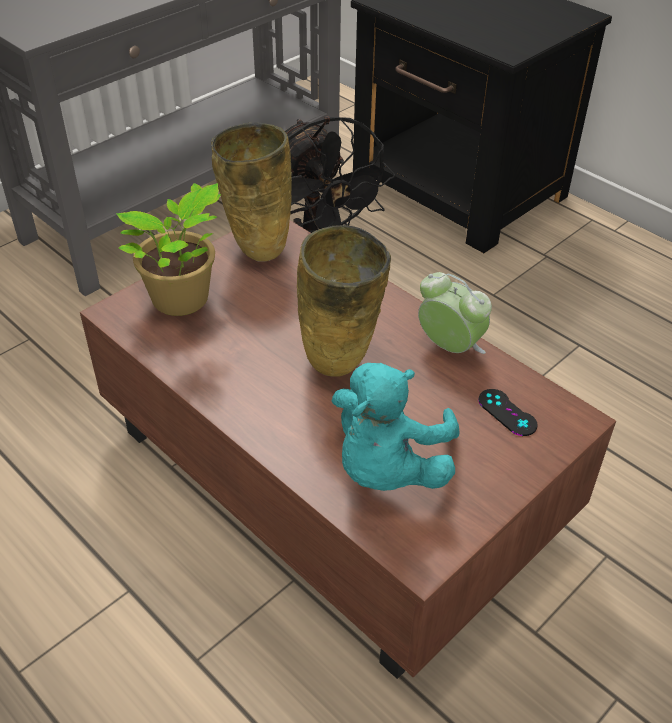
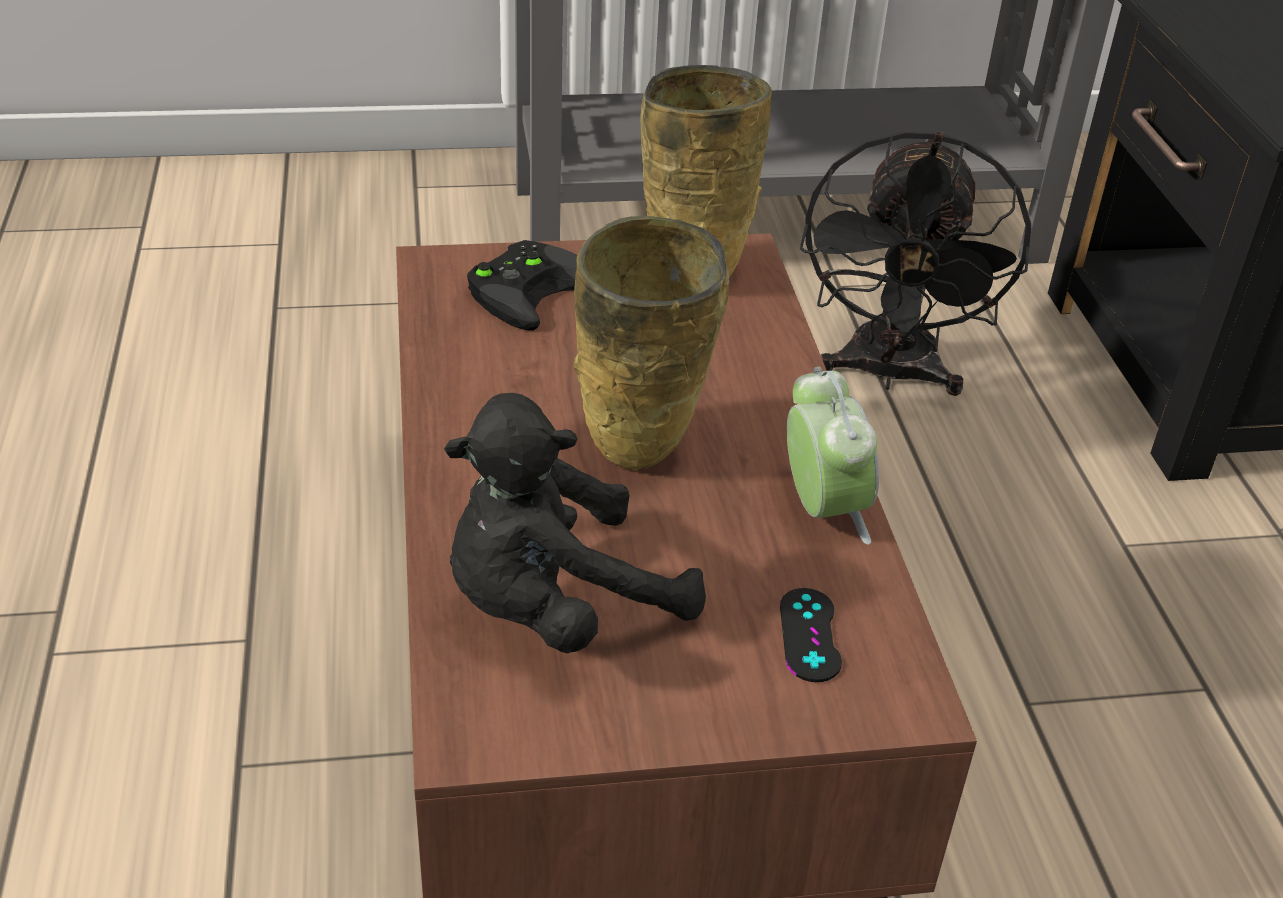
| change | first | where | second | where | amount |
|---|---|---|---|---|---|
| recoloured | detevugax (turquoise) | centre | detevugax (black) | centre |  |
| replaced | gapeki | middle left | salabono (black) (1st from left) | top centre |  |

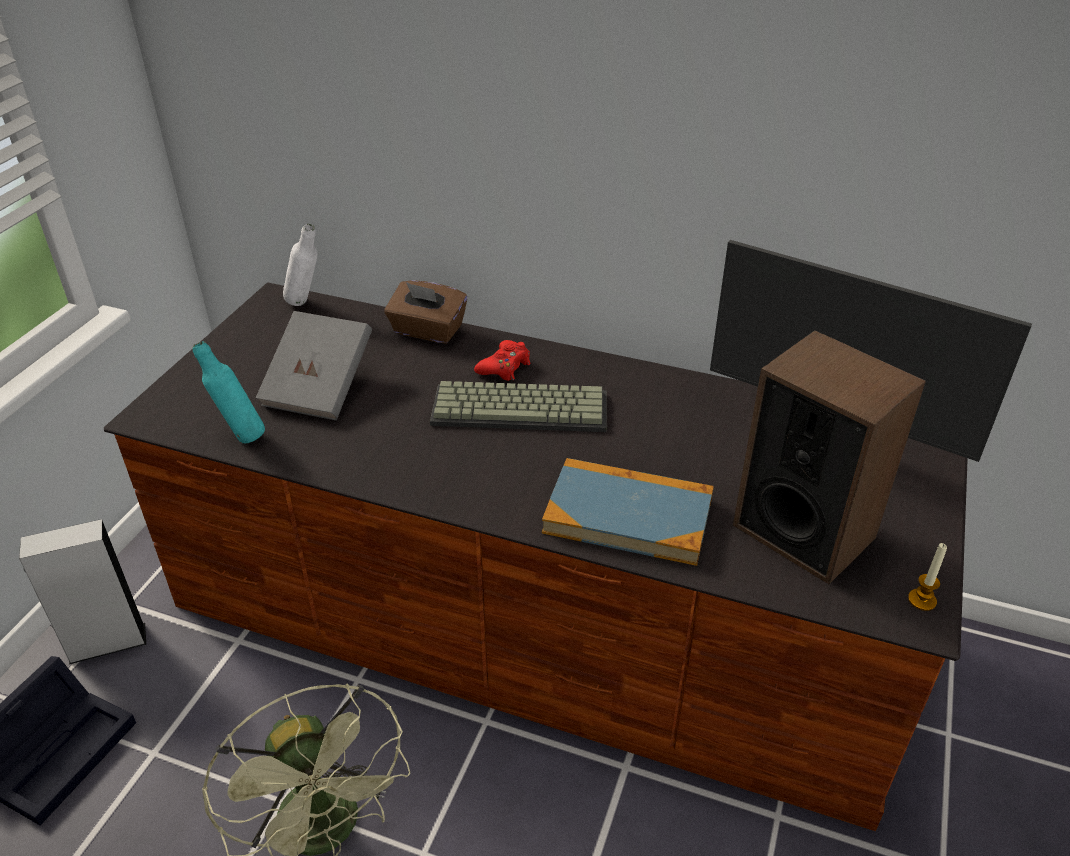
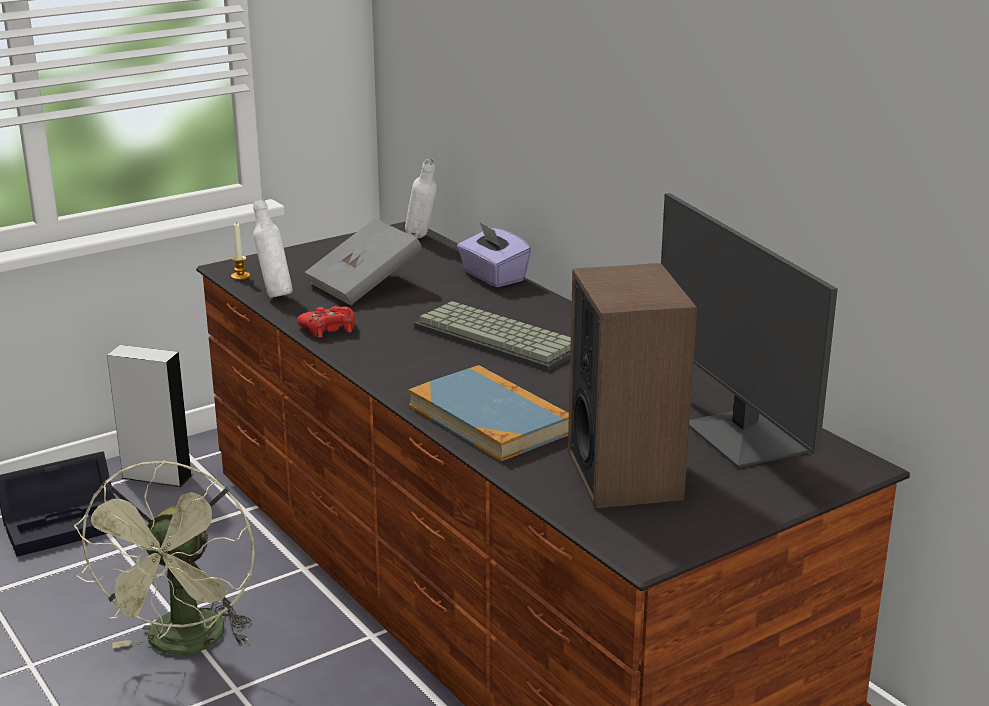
| change | first | where | second | where | amount |
|---|---|---|---|---|---|
| moved | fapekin | bottom right |  | middle left |  |
| recoloured | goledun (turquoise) | middle left | goledun (white) (1st from left) | middle left |  |
| moved | salabono (red) | centre |  | middle left |  |
| recoloured | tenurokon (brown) | centre | tenurokon (purple) | centre |  |

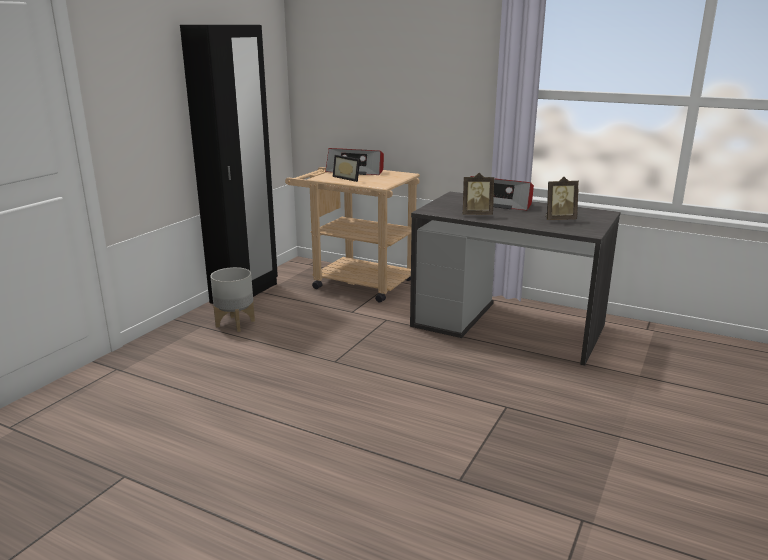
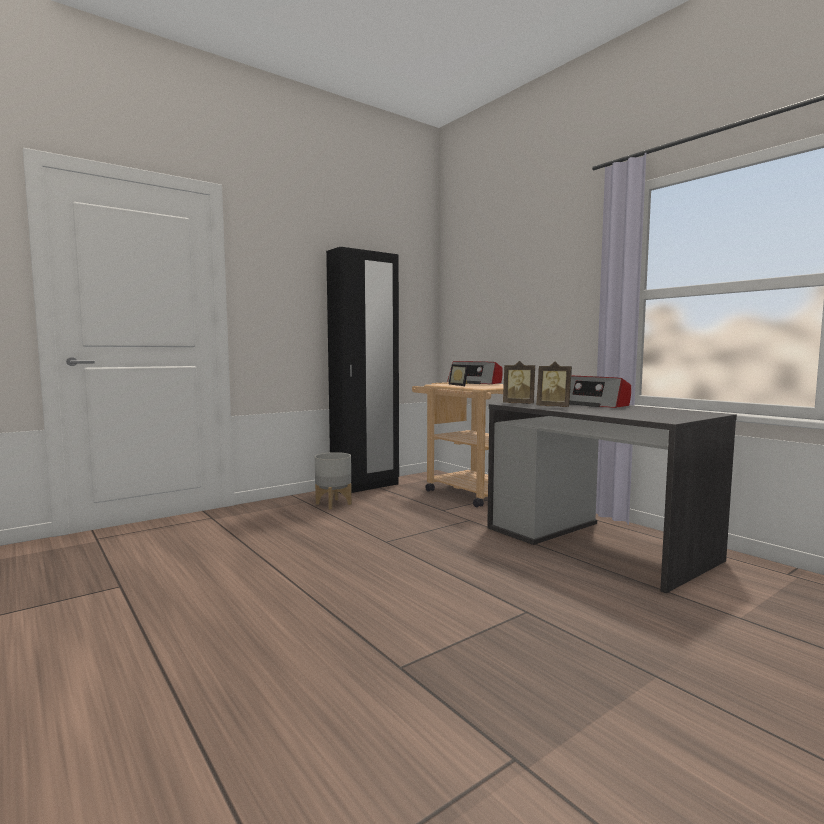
| change | first | where | second | where | amount |
|---|---|---|---|---|---|
| moved | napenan (3rd from left in the first image) | middle right | napenan (2nd from left) | centre |  |

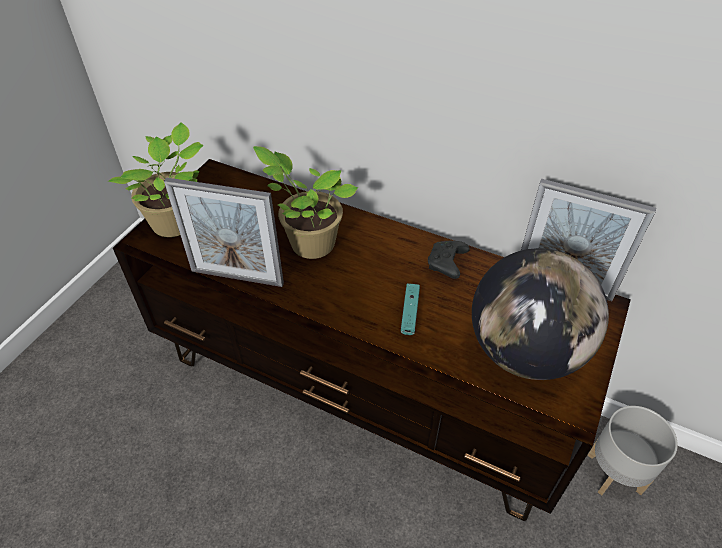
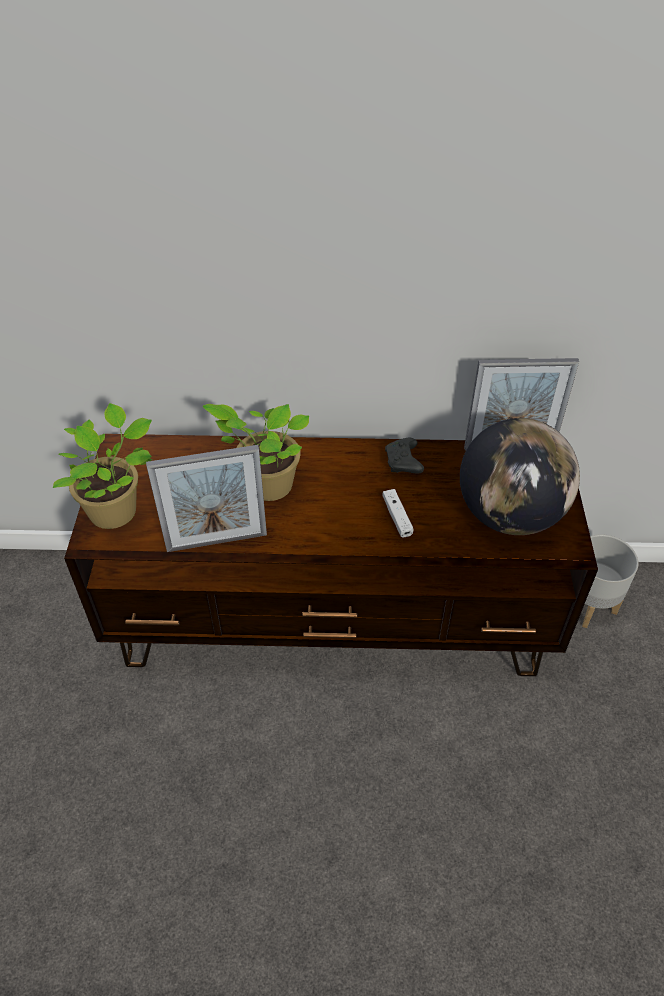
| change | first | where | second | where | amount |
|---|---|---|---|---|---|
| recoloured | salabono (turquoise) | centre | salabono (white) | centre |  |

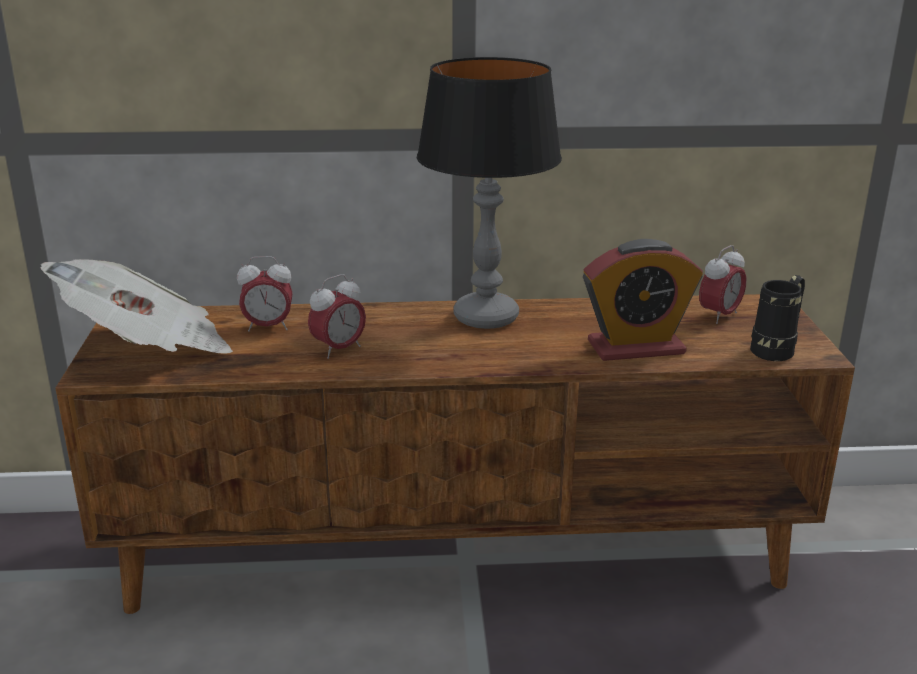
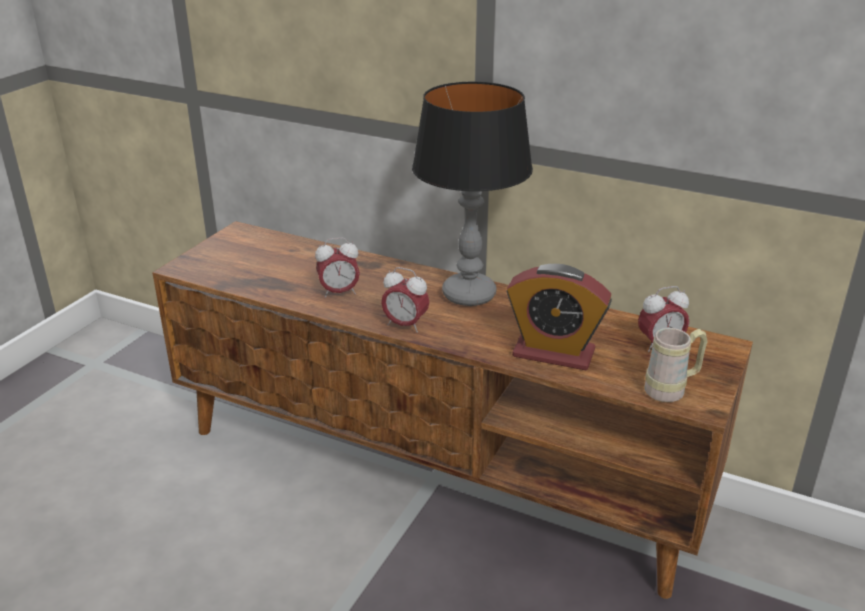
| change | first | where | second | where | amount |
|---|---|---|---|---|---|
| moved | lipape (1st from left in the first image) | middle left | lipape (2nd from left) | centre |  |
| recoloured | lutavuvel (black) | middle right | lutavuvel (beige) | middle right |  |
| removed | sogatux | middle left |  |  |  |

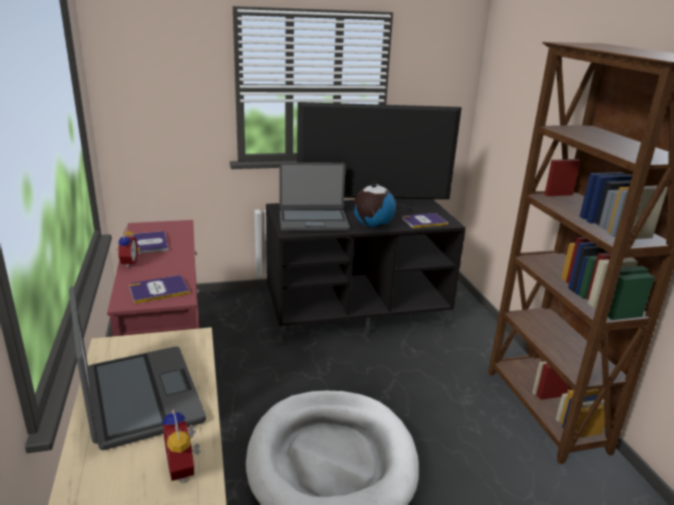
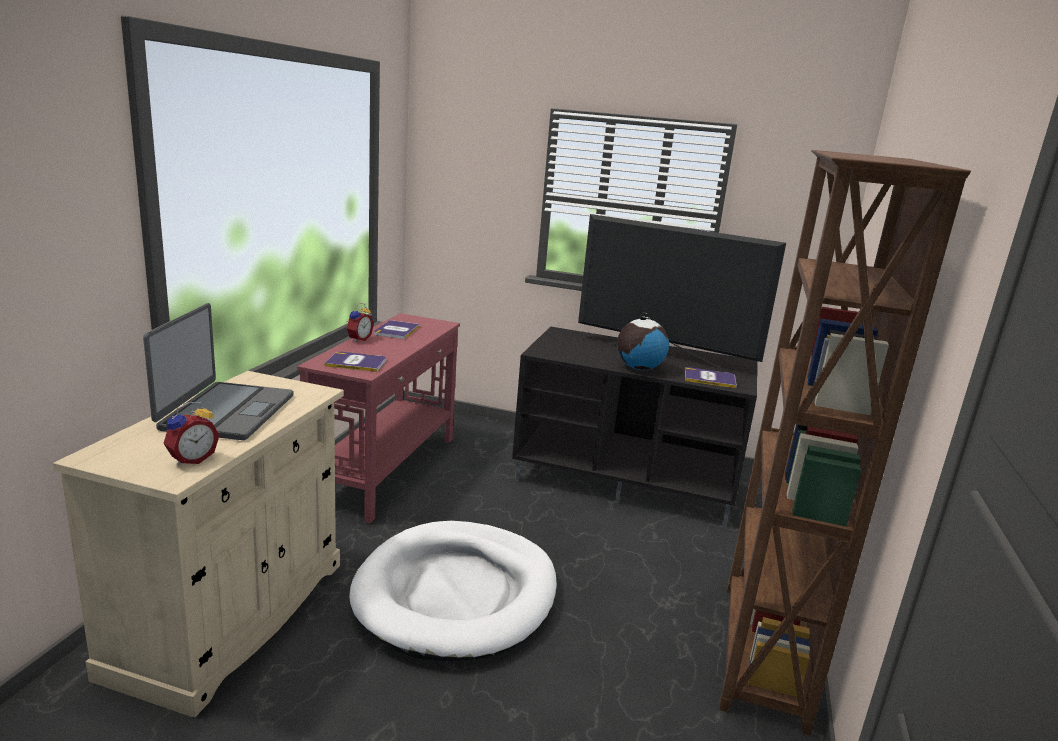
| change | first | where | second | where | amount |
|---|---|---|---|---|---|
| turned | lipape (2nd from left in the first image) | bottom left | lipape (1st from left) | middle left | 150 degrees counterclockwise |
| removed | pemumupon (2nd from left) | centre |  |  |  |

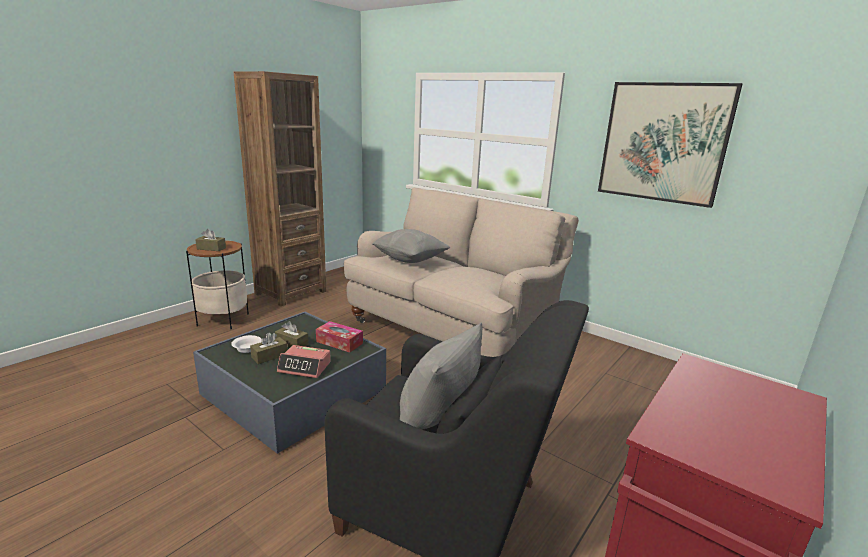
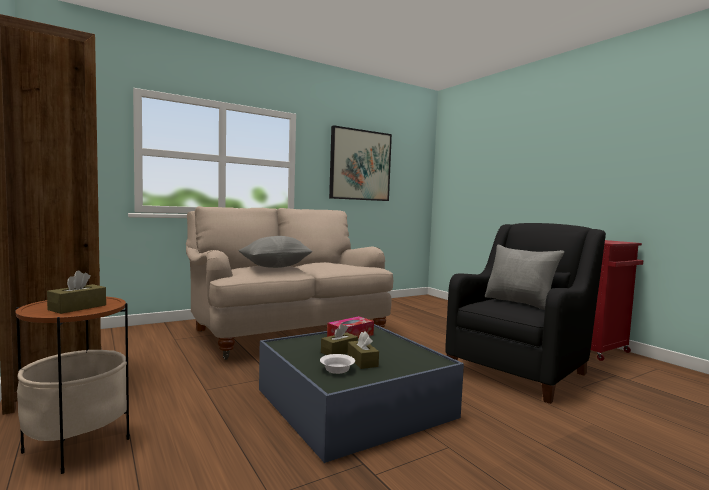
| change | first | where | second | where | amount |
|---|---|---|---|---|---|
| removed | lipape | centre |  |  |  |

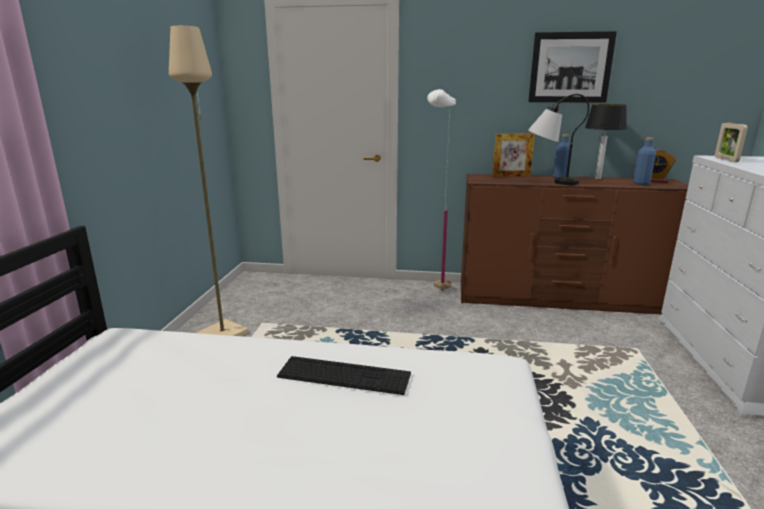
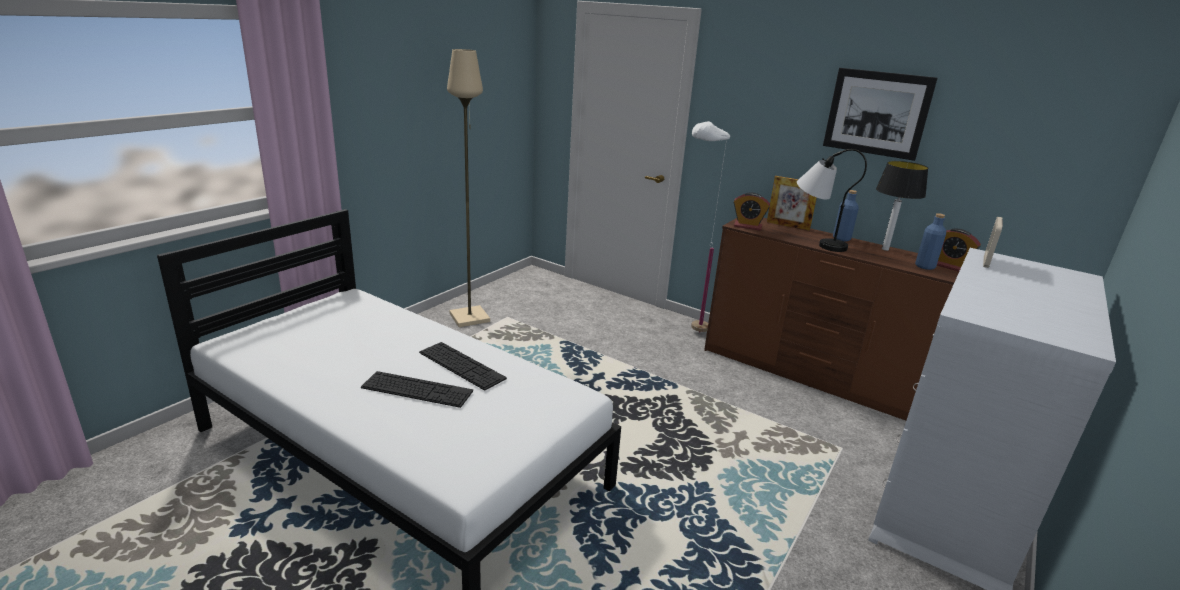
| change | first | where | second | where | amount |
|---|---|---|---|---|---|
| added |  |  | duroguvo (1st from left) | centre |  |
| added |  |  | lipape (1st from left) | centre |  |

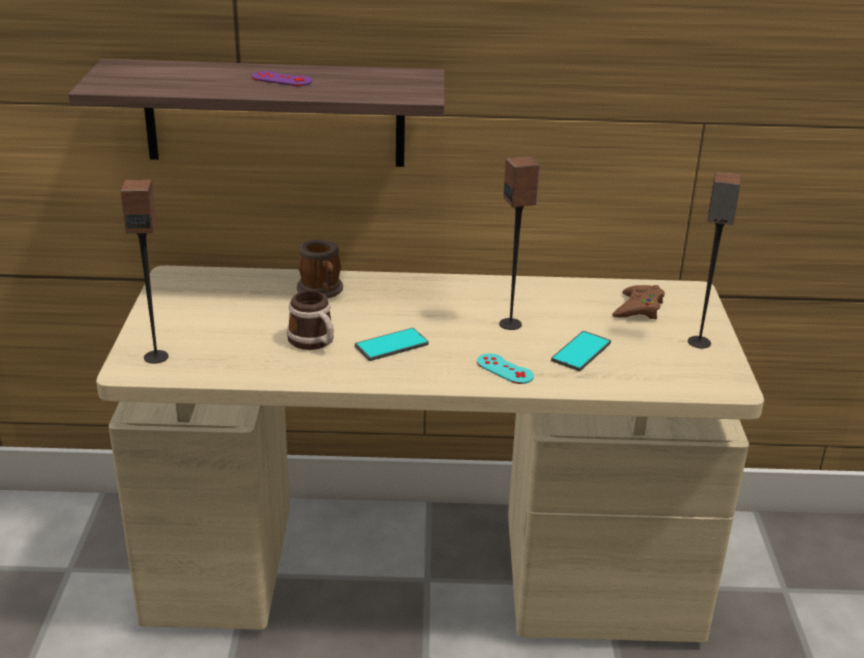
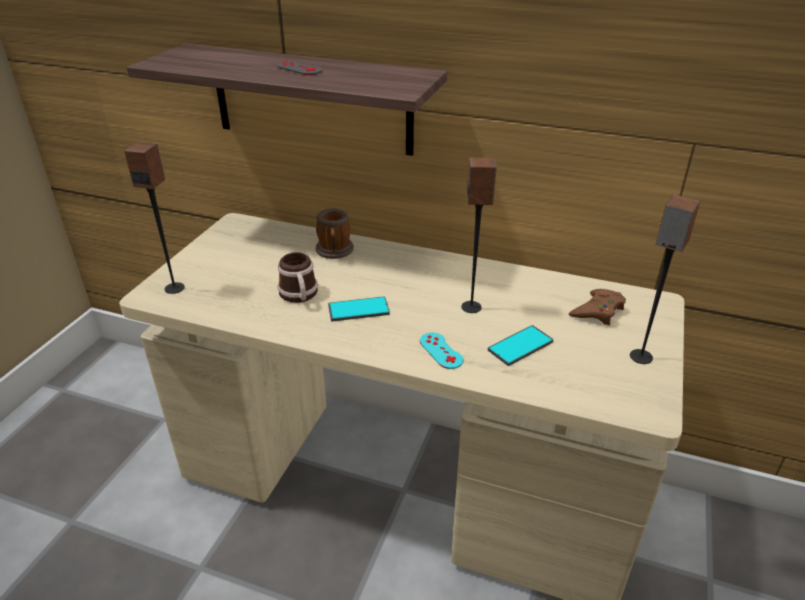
| change | first | where | second | where | amount |
|---|---|---|---|---|---|
| recoloured | salabono (purple) | top left | salabono (grey) | top centre |  |

